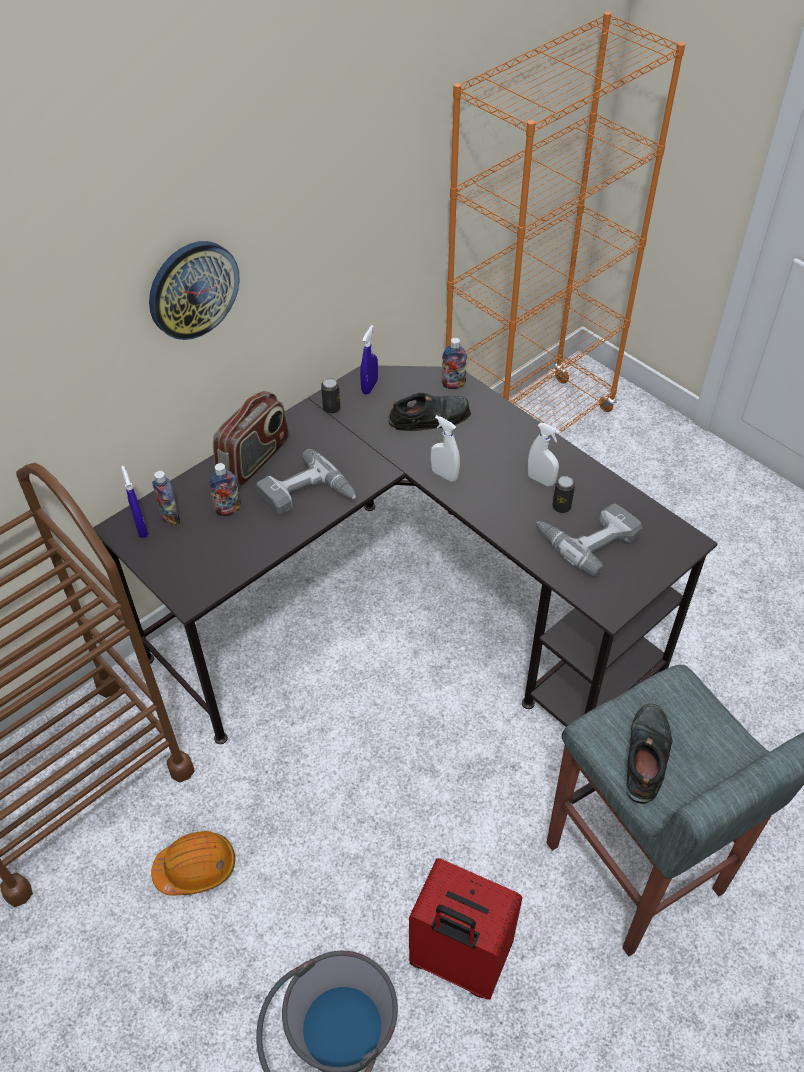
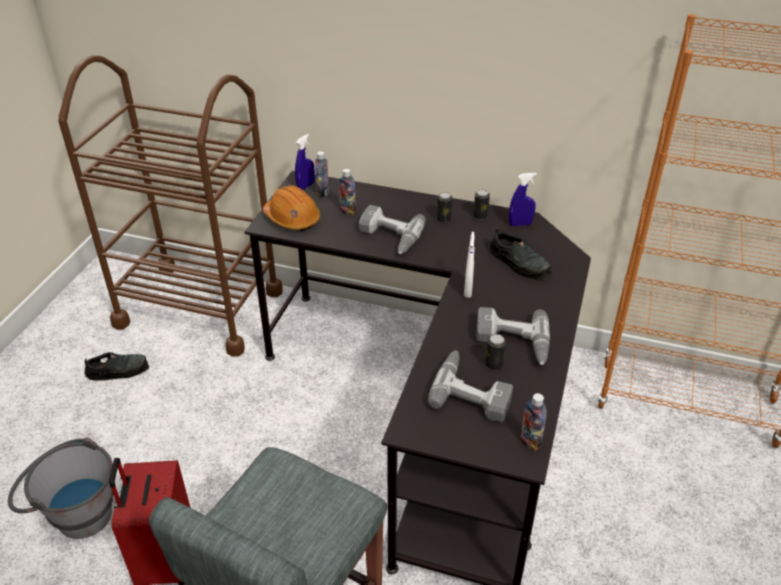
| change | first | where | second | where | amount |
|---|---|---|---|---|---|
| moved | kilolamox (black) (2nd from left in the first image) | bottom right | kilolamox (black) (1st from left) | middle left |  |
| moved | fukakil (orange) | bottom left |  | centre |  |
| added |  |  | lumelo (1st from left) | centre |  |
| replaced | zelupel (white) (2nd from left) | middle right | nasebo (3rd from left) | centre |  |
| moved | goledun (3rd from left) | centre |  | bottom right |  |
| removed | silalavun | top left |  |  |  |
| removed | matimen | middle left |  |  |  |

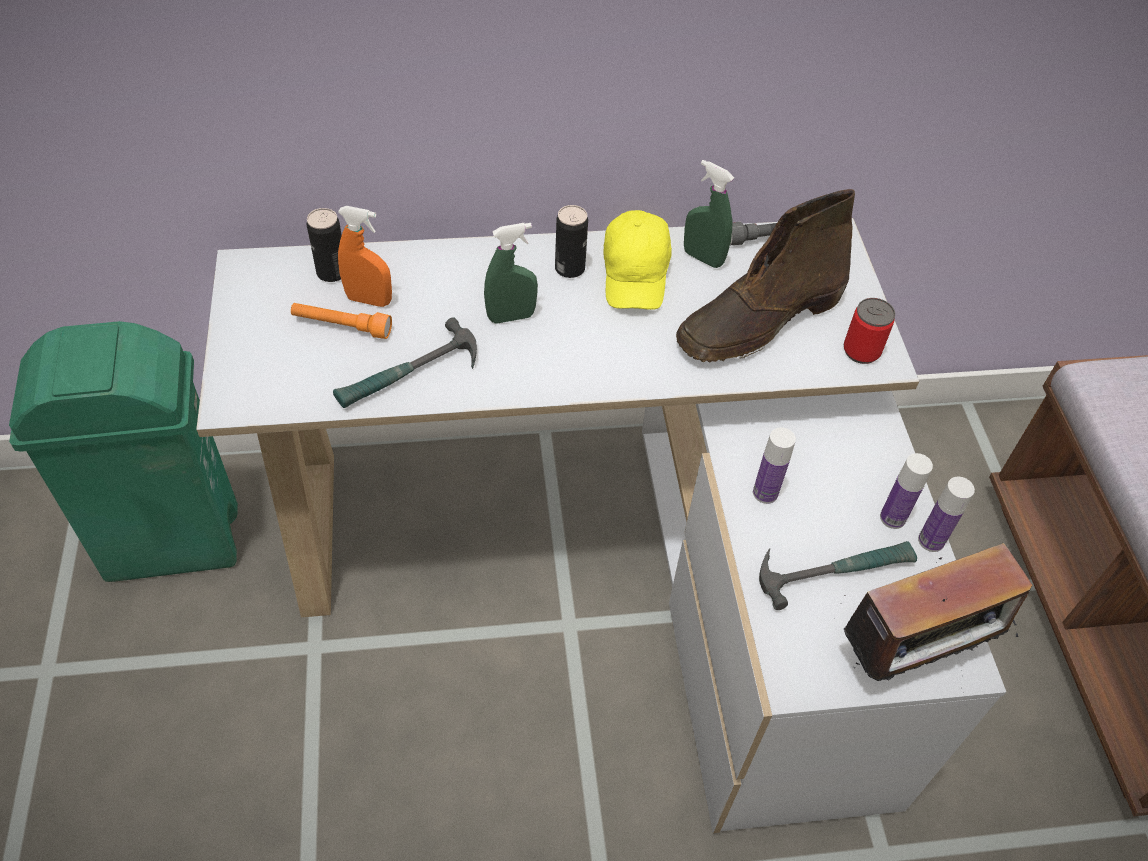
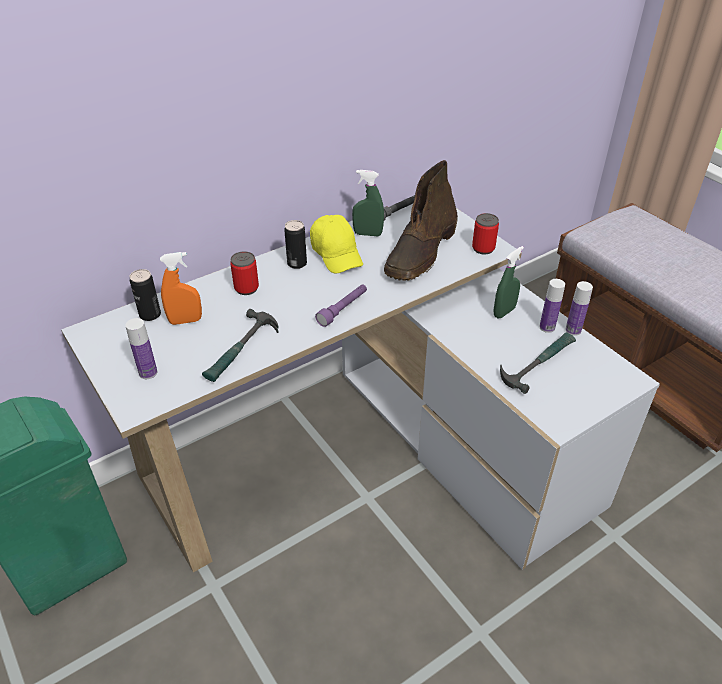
| change | first | where | second | where | amount |
|---|---|---|---|---|---|
| moved | goledun (1st from left) | middle right |  | middle left |  |
| added |  |  | lumelo (2nd from left) | centre |  |
| added |  |  | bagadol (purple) | centre |  |
| moved | zelupel (green) (1st from left in the first image) | top centre | zelupel (green) (2nd from left) | middle right |  |
| removed | bagadol (orange) | middle left |  |  |  |
| removed | matimen | bottom right |  |  |  |

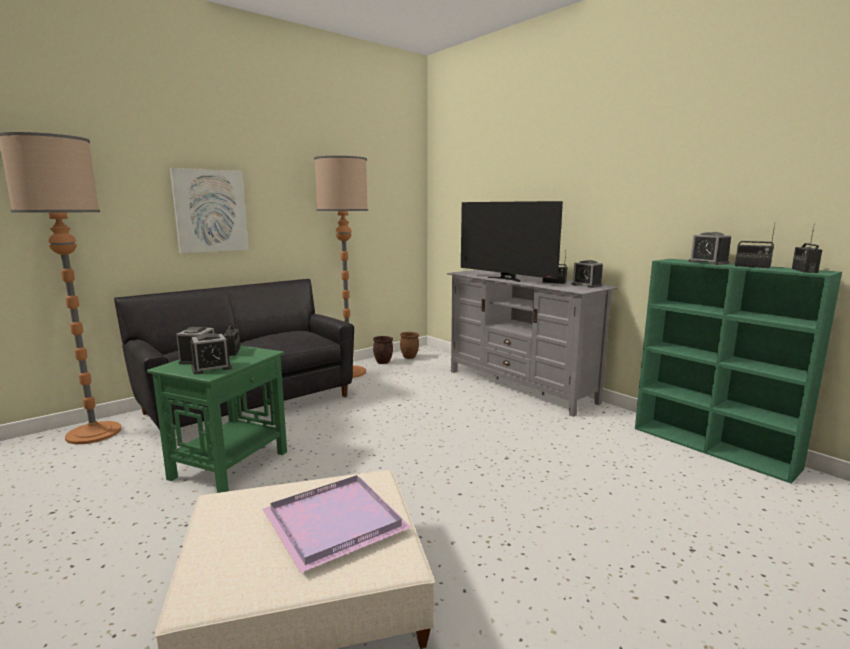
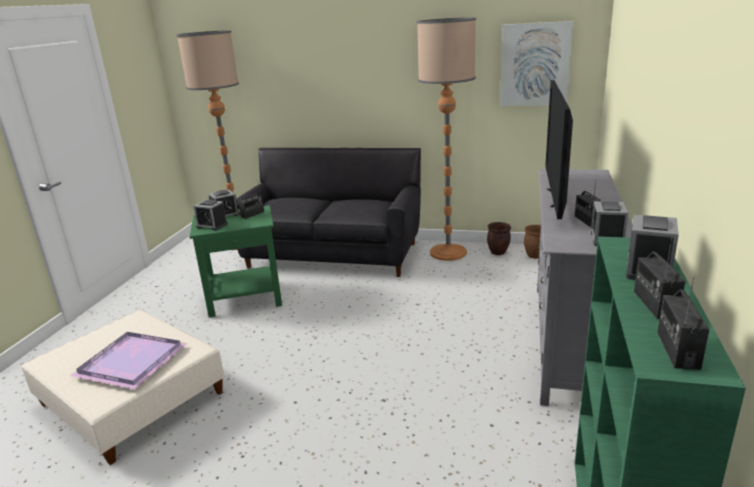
| change | first | where | second | where | amount |
|---|---|---|---|---|---|
| moved | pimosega | top left |  | top right |  |
| turned | matimen (4th from left) | middle right |  | middle right | 60 degrees counterclockwise |

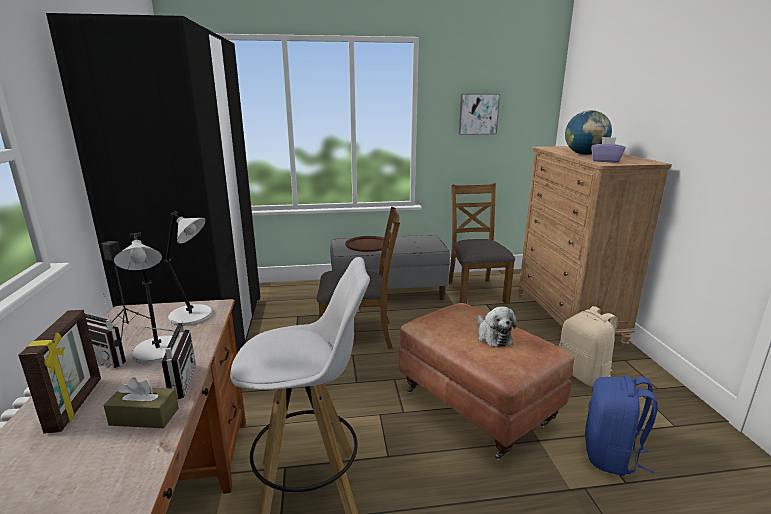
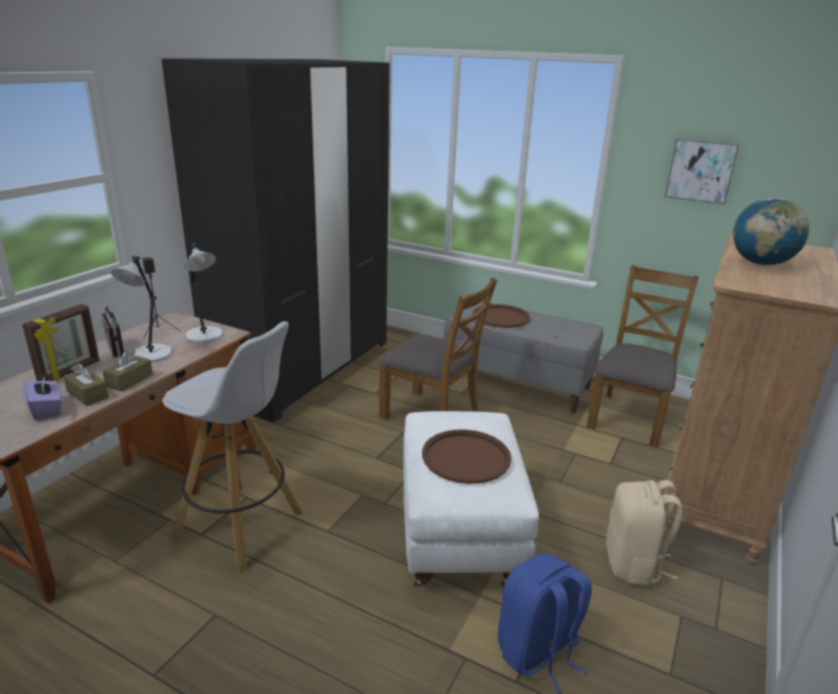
| change | first | where | second | where | amount |
|---|---|---|---|---|---|
| moved | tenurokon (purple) | top right |  | middle left |  |
| replaced | matimen (2nd from left) | bottom left | tenurokon (brown) (2nd from left) | middle left |  |
| recoloured | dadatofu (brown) | bottom centre | dadatofu (white) | bottom centre |  |
| replaced | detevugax | centre | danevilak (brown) (1st from left) | centre |  |

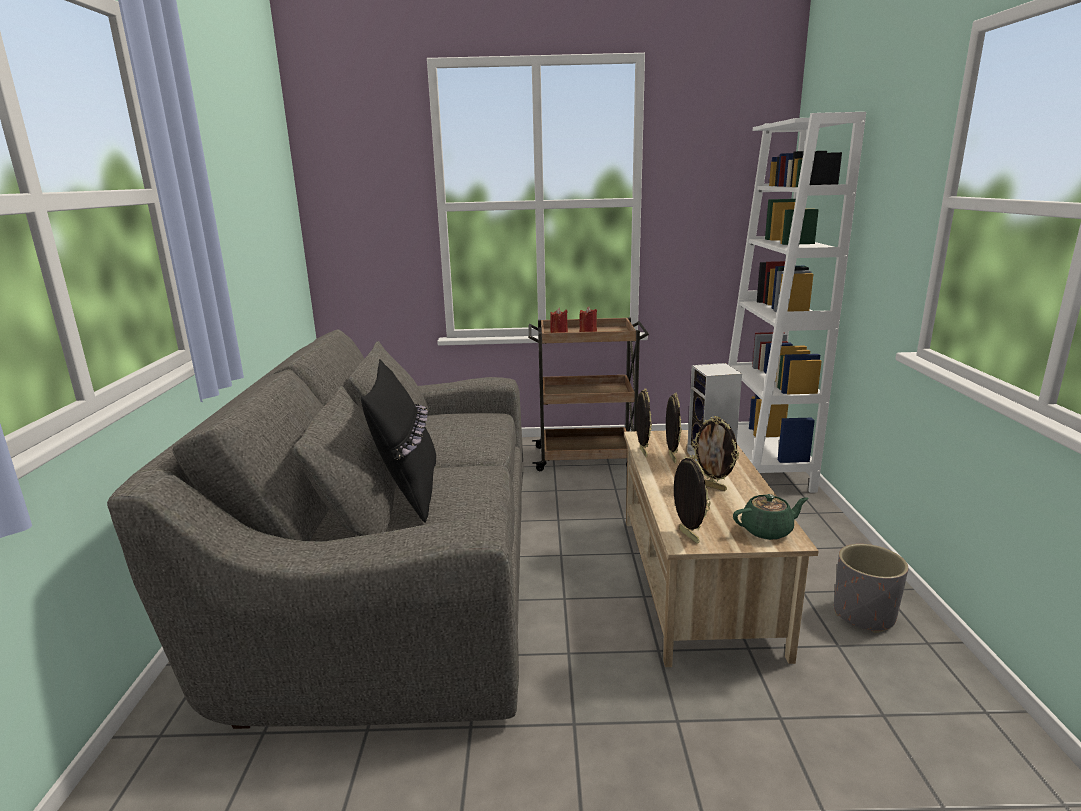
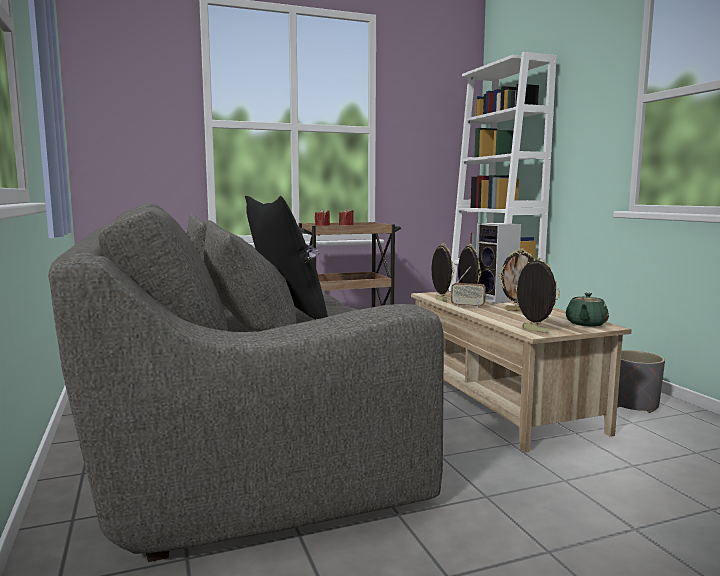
| change | first | where | second | where | amount |
|---|---|---|---|---|---|
| added |  |  | matimen | centre |  |
| turned | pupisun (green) | middle right |  | middle right | 150 degrees clockwise |

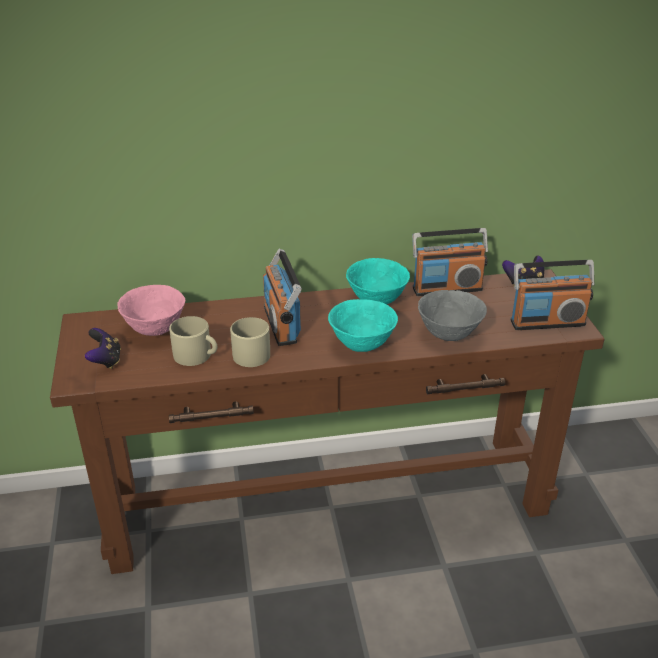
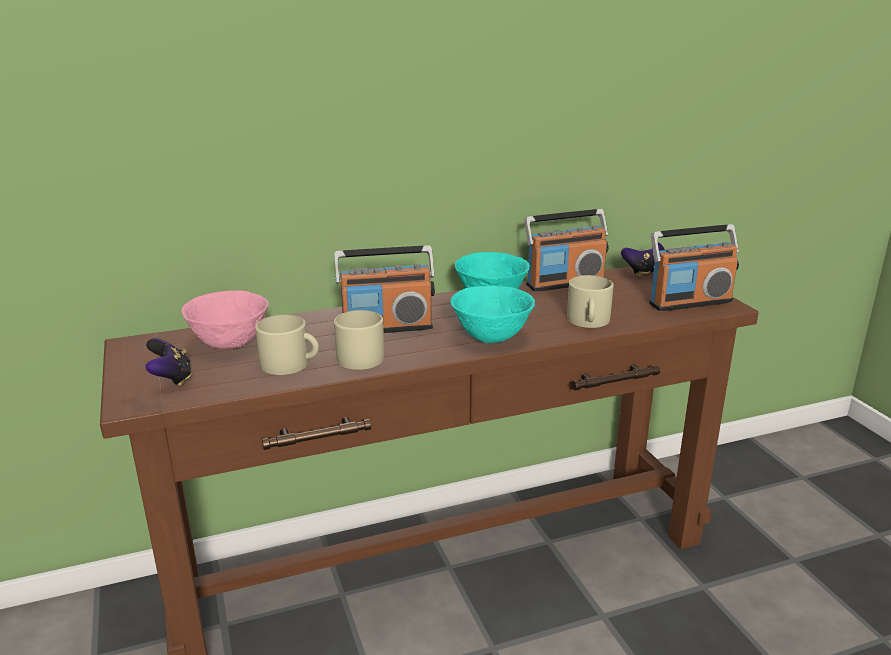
| change | first | where | second | where | amount |
|---|---|---|---|---|---|
| turned | matimen (1st from left) | centre |  | centre | 75 degrees counterclockwise |
| replaced | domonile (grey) | middle right | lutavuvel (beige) (3rd from left) | centre |  |

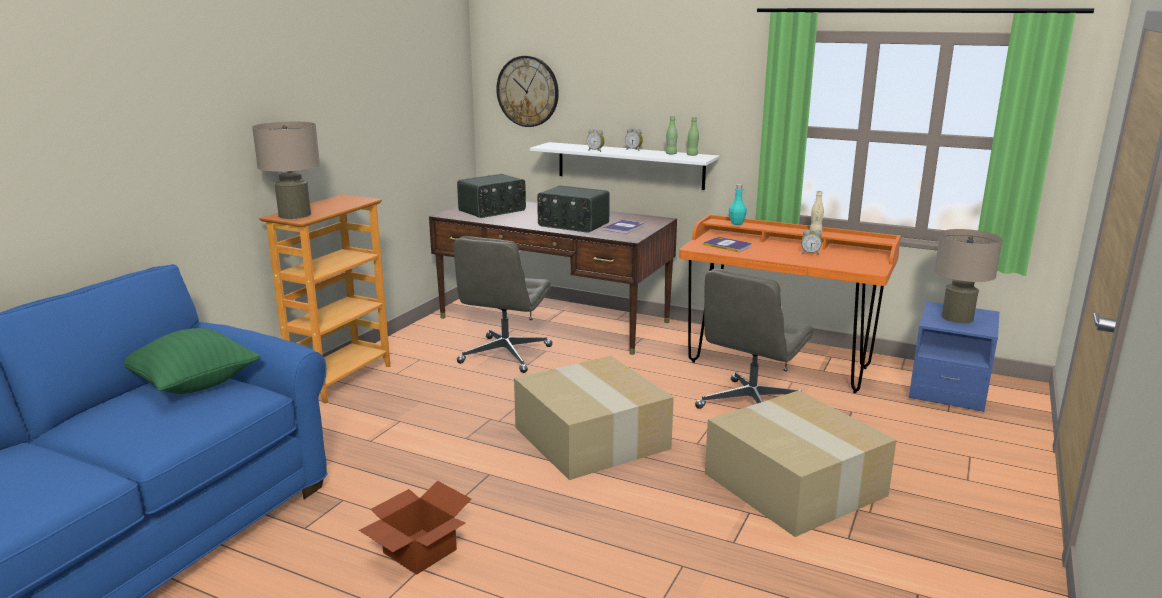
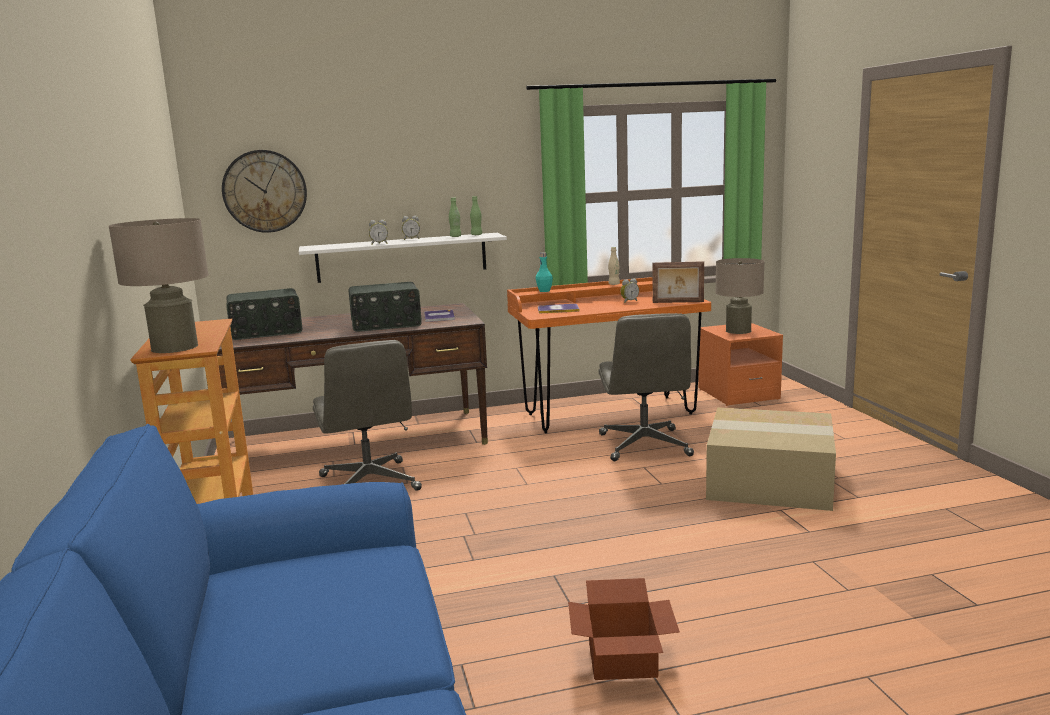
| change | first | where | second | where | amount |
|---|---|---|---|---|---|
| turned | matimen (1st from left) | top centre |  | middle left | 60 degrees clockwise |
| added |  |  | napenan | centre |  |
| recoloured | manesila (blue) | middle right | manesila (orange) | middle right |  |
| removed | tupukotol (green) | middle left |  |  |  |
| removed | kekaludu (2nd from left) | bottom centre |  |  |  |

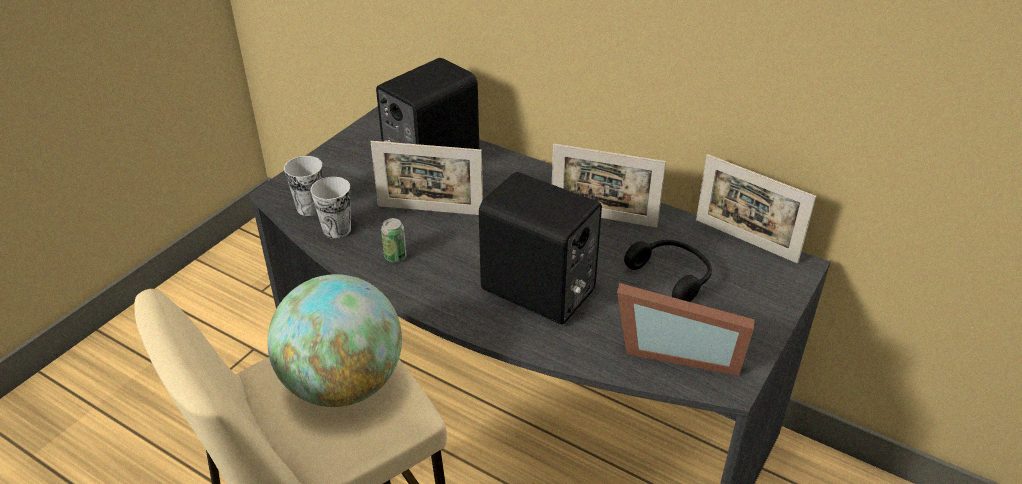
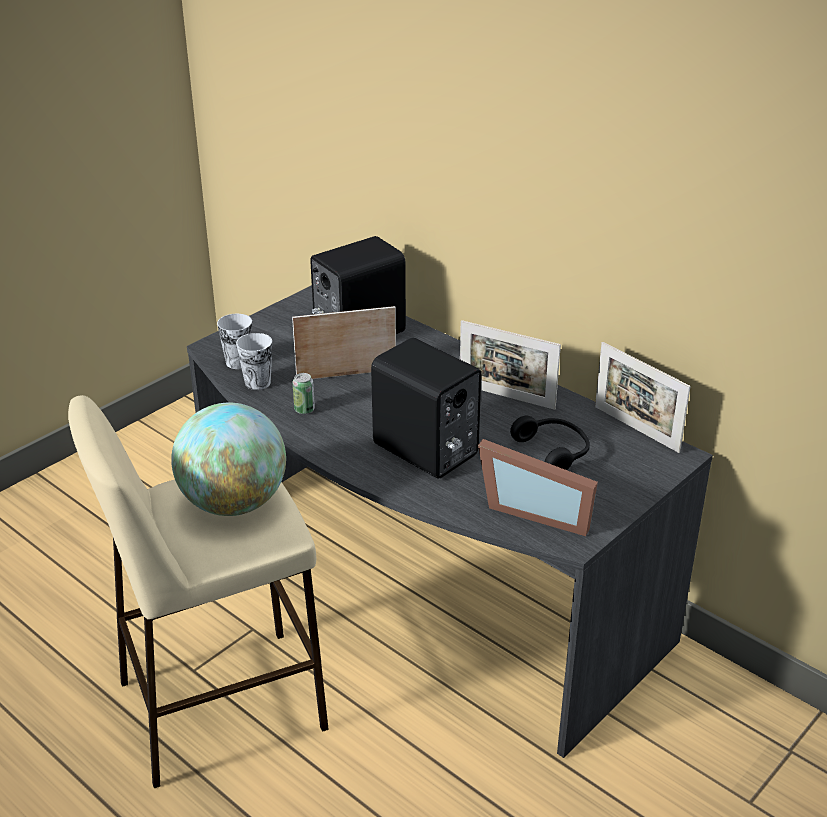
| change | first | where | second | where | amount |
|---|---|---|---|---|---|
| turned | napenan (1st from left) | centre |  | centre | 150 degrees clockwise |

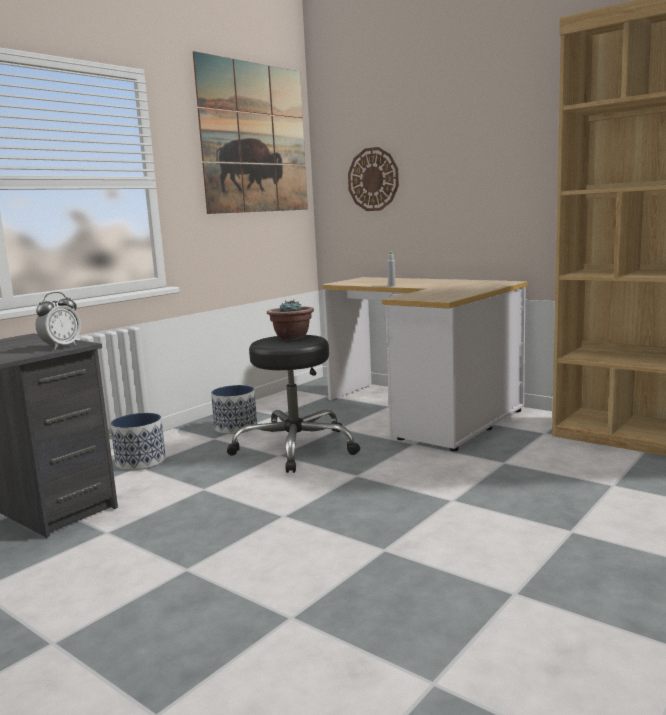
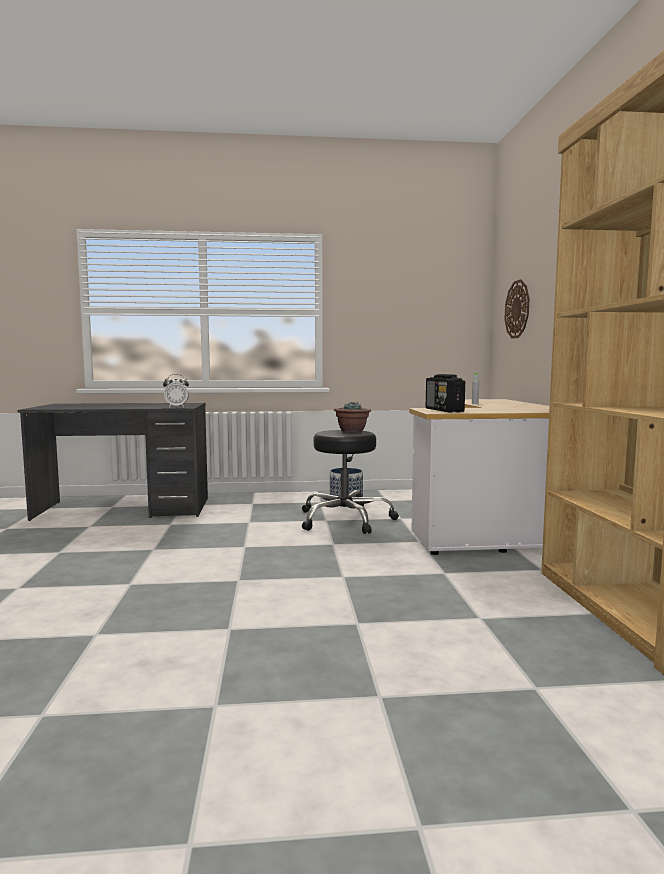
| change | first | where | second | where | amount |
|---|---|---|---|---|---|
| added |  |  | matimen | middle right |  |
| removed | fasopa (1st from left) | middle left |  |  |  |
| removed | pimosega | top centre |  |  |  |

